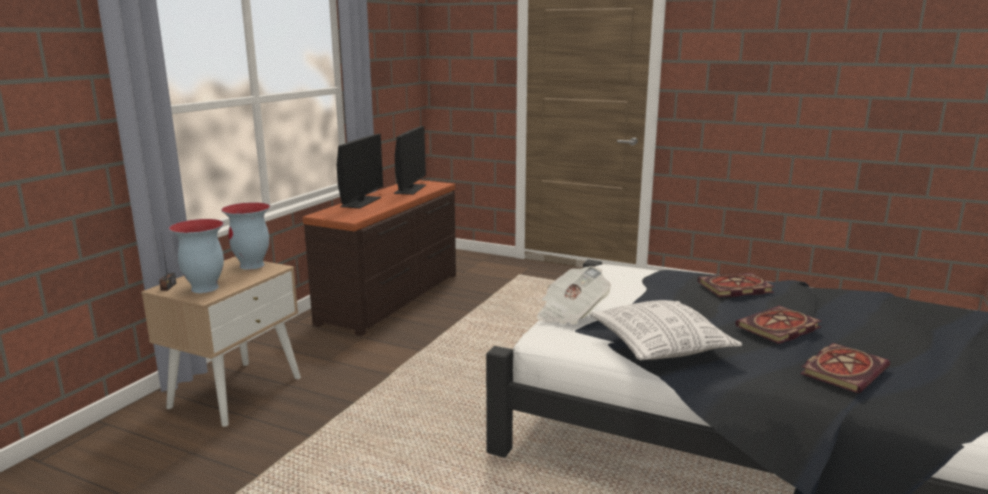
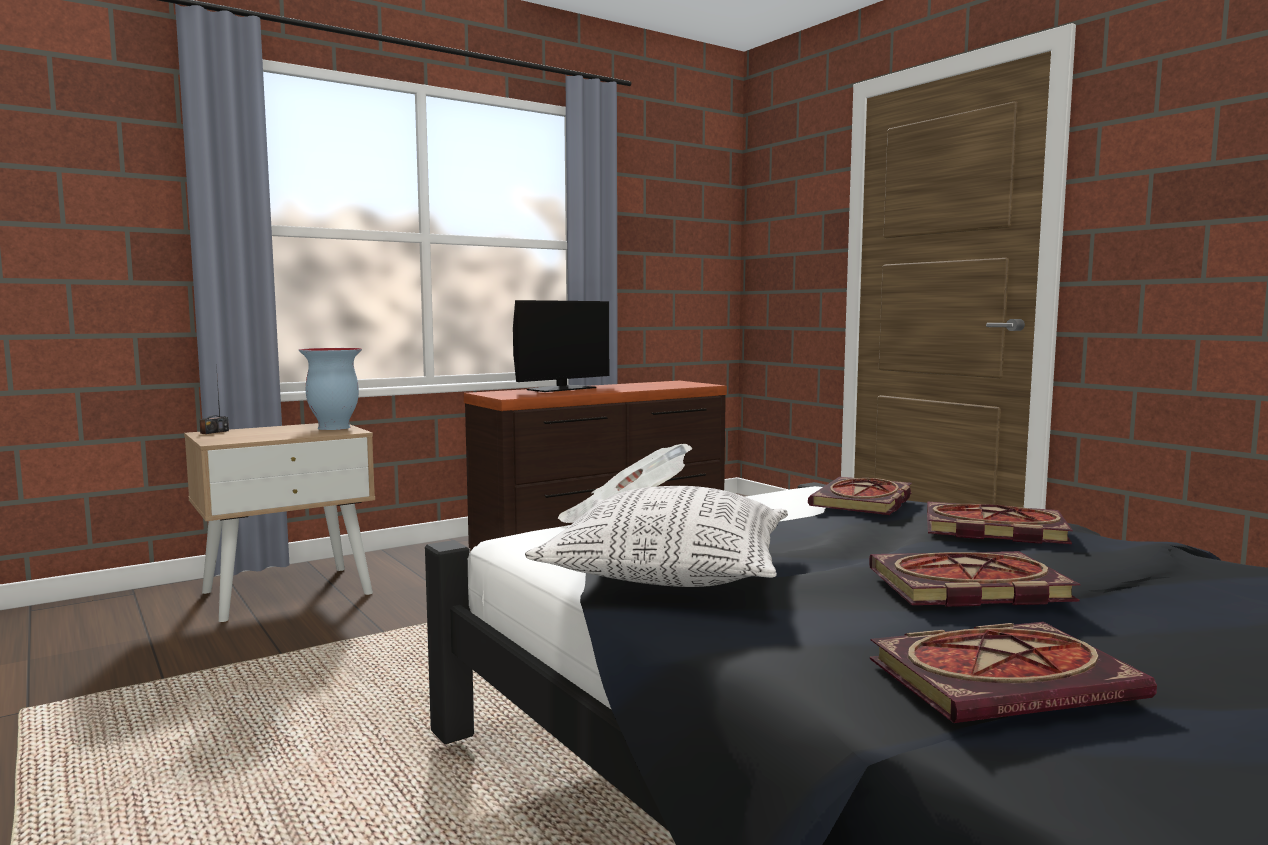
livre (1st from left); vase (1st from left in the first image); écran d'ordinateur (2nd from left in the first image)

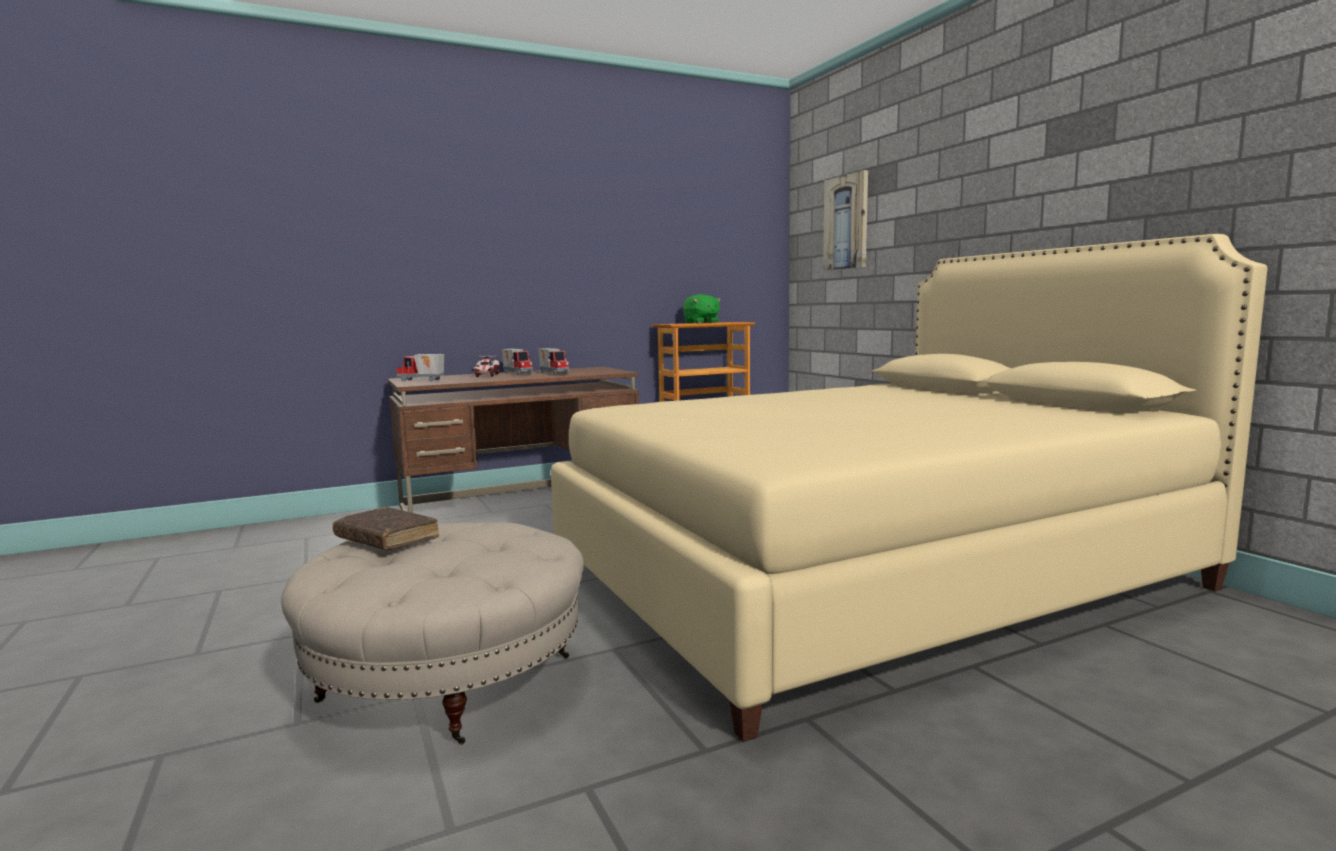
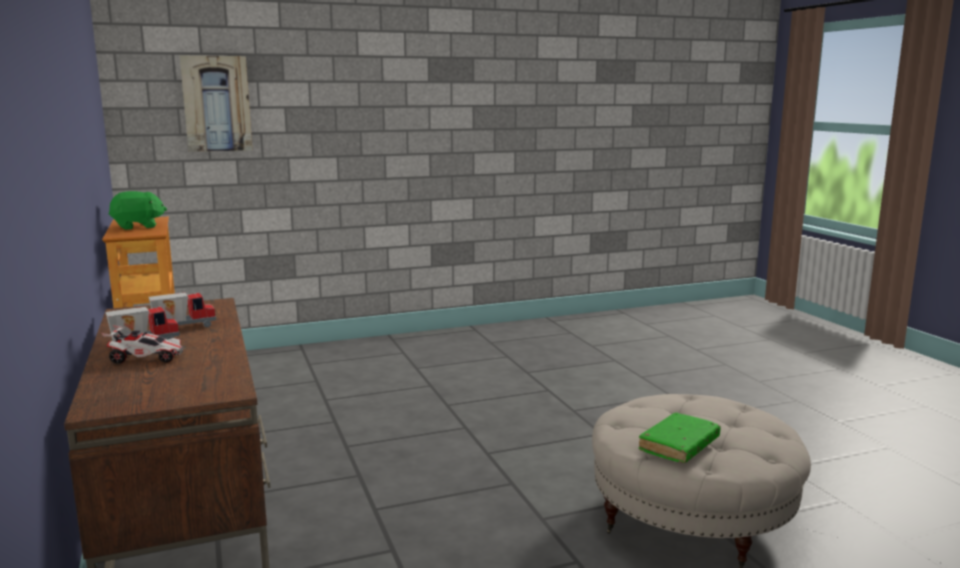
livre/vert; camion jouet (1st from left in the first image); lit/beige

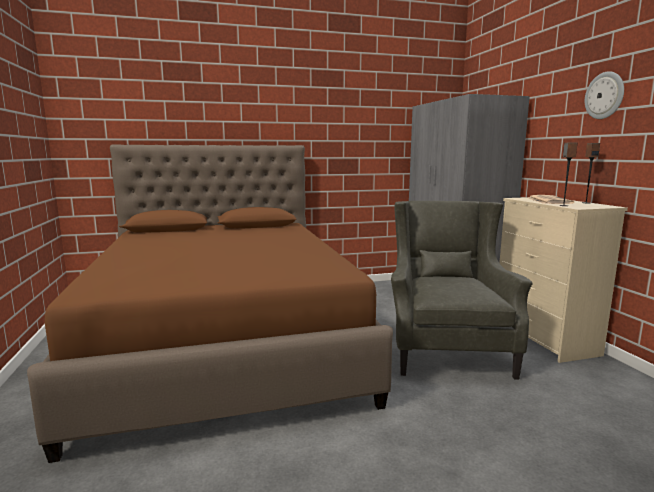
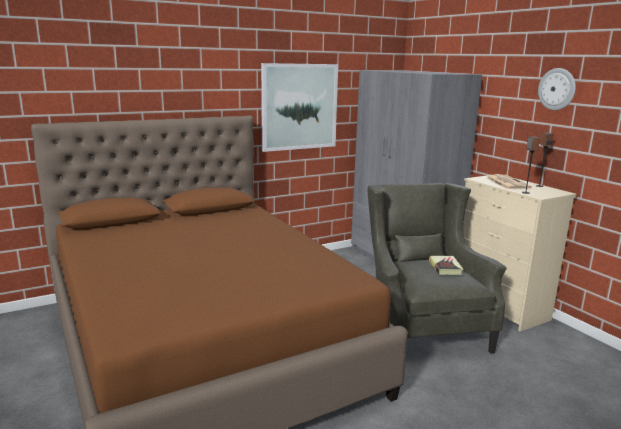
tableau; livre

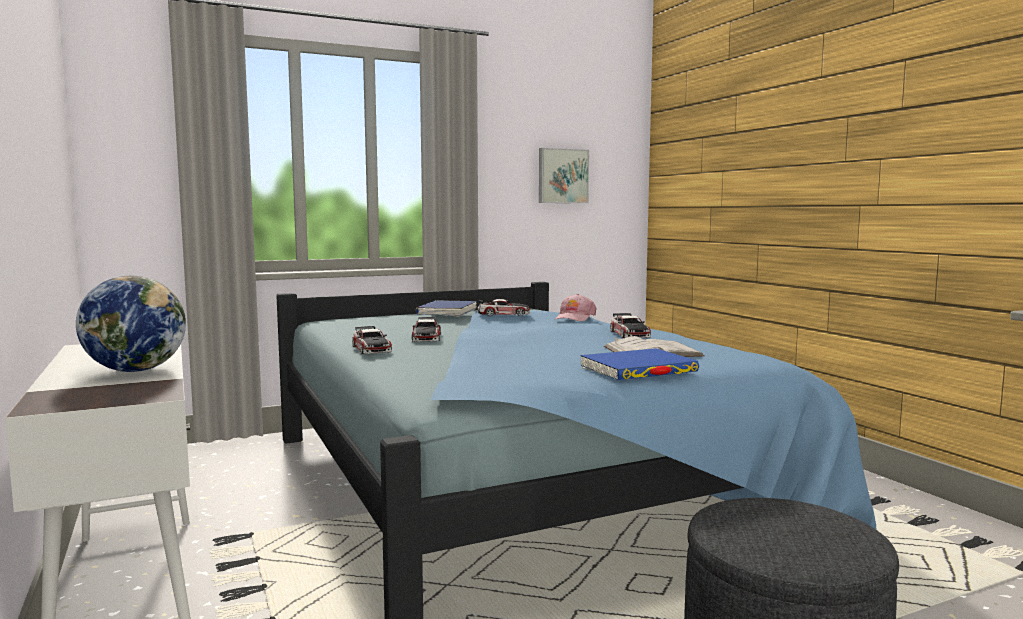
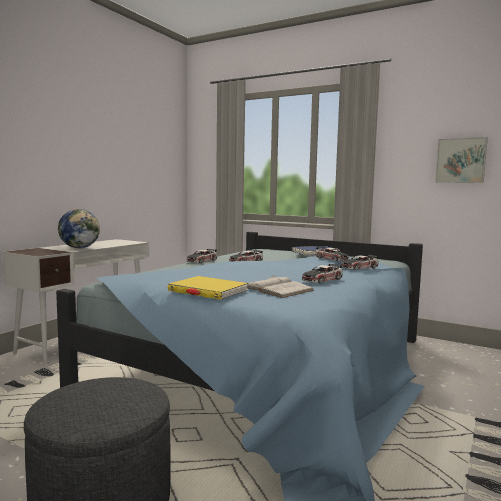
livre/jaune; petite voiture (5th from left)

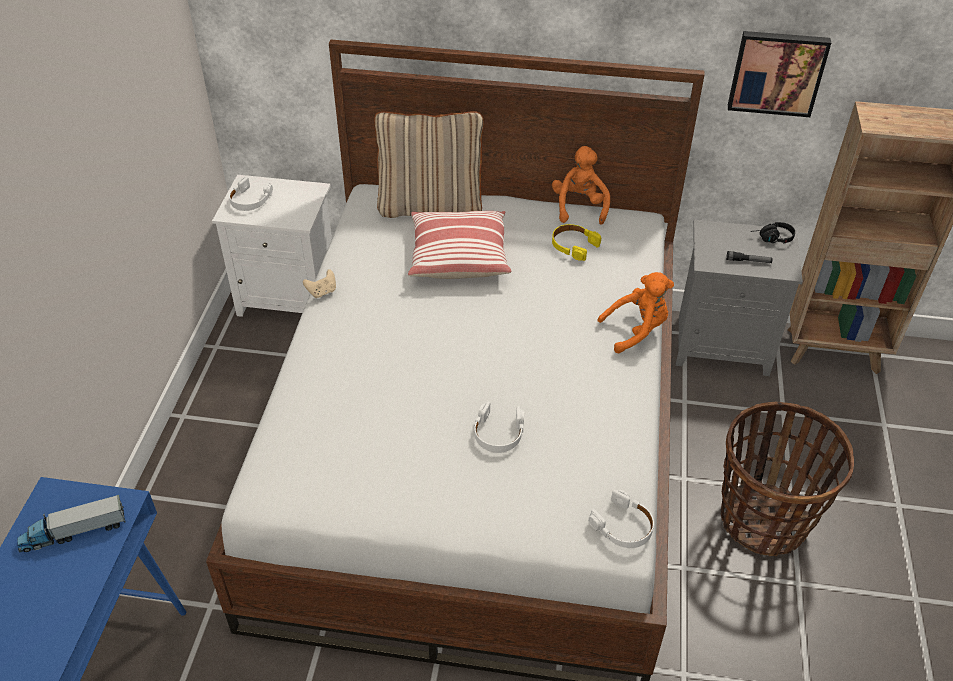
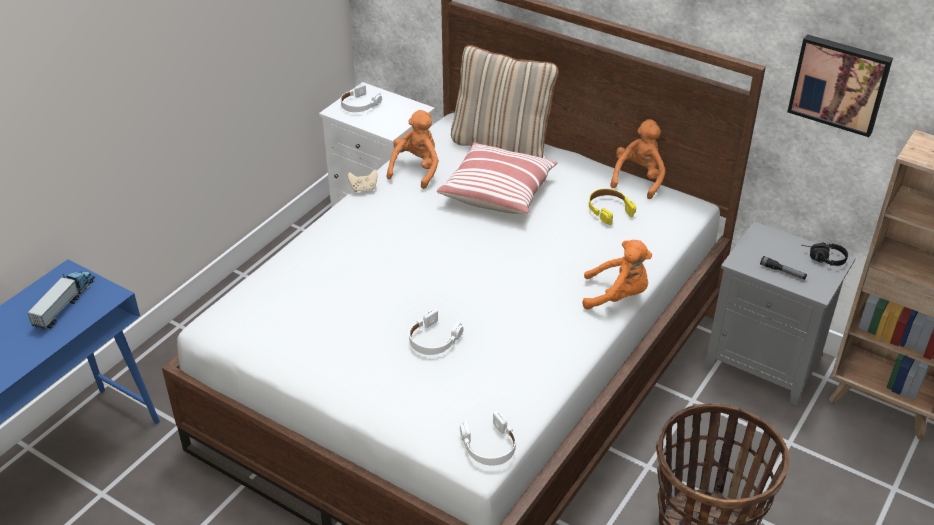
camion jouet; peluche/orange (1st from left)

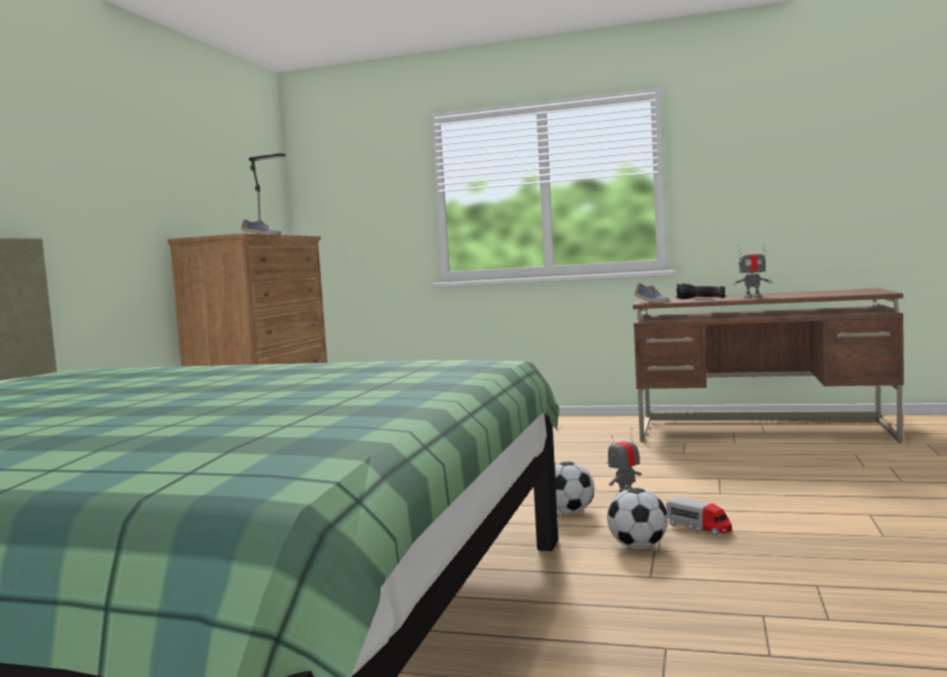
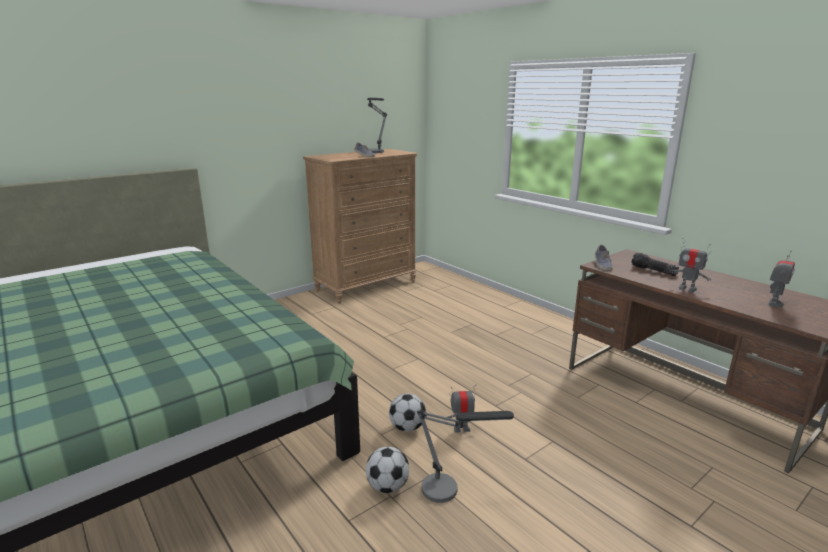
lampe de table (2nd from left); robot jouet (3rd from left)

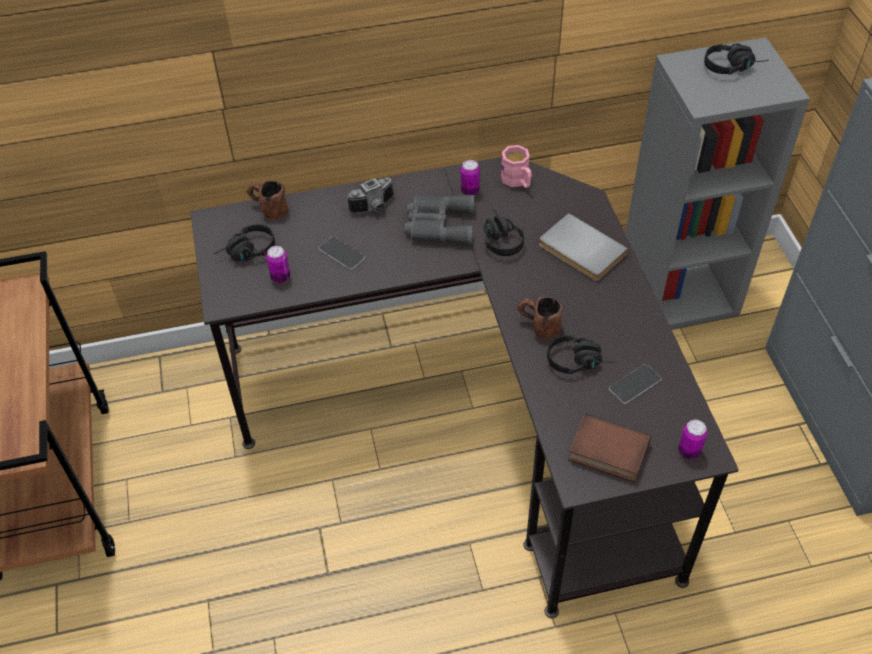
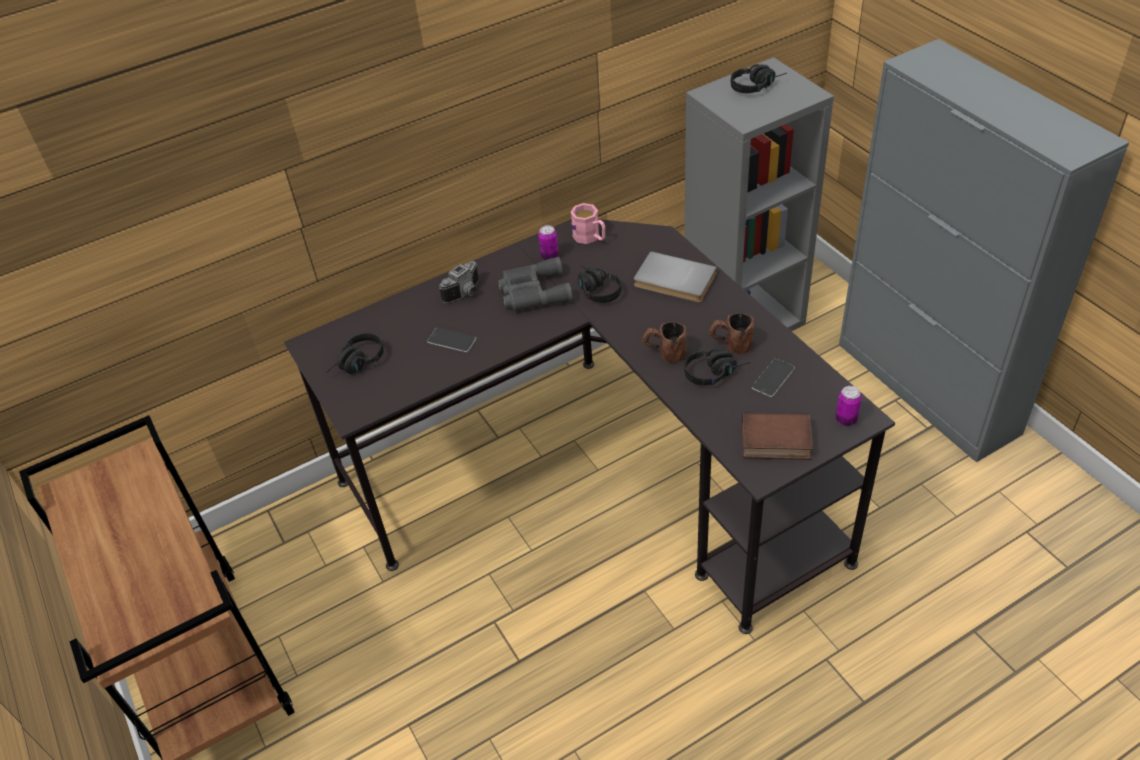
mug/marron (2nd from left); boîte métallique (1st from left in the first image)

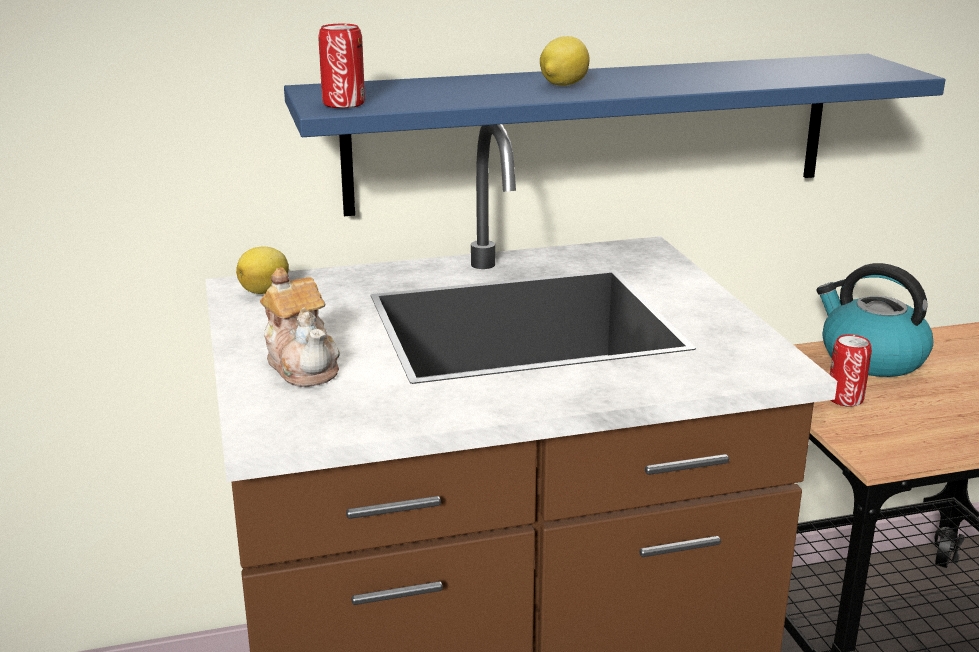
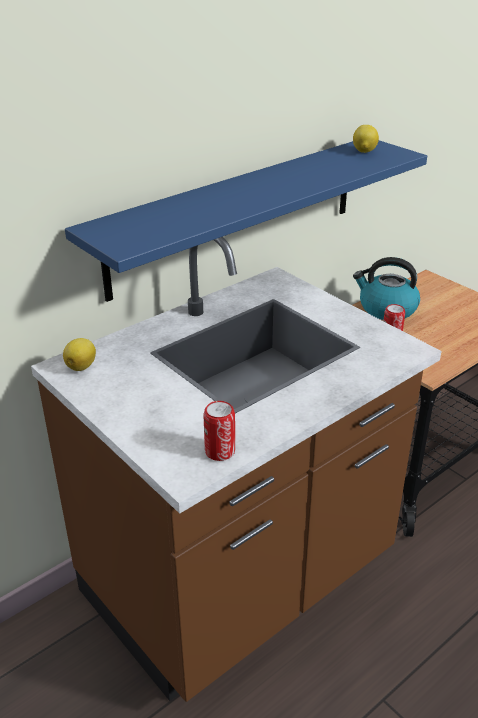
boîte métallique (1st from left); citron (2nd from left); théière

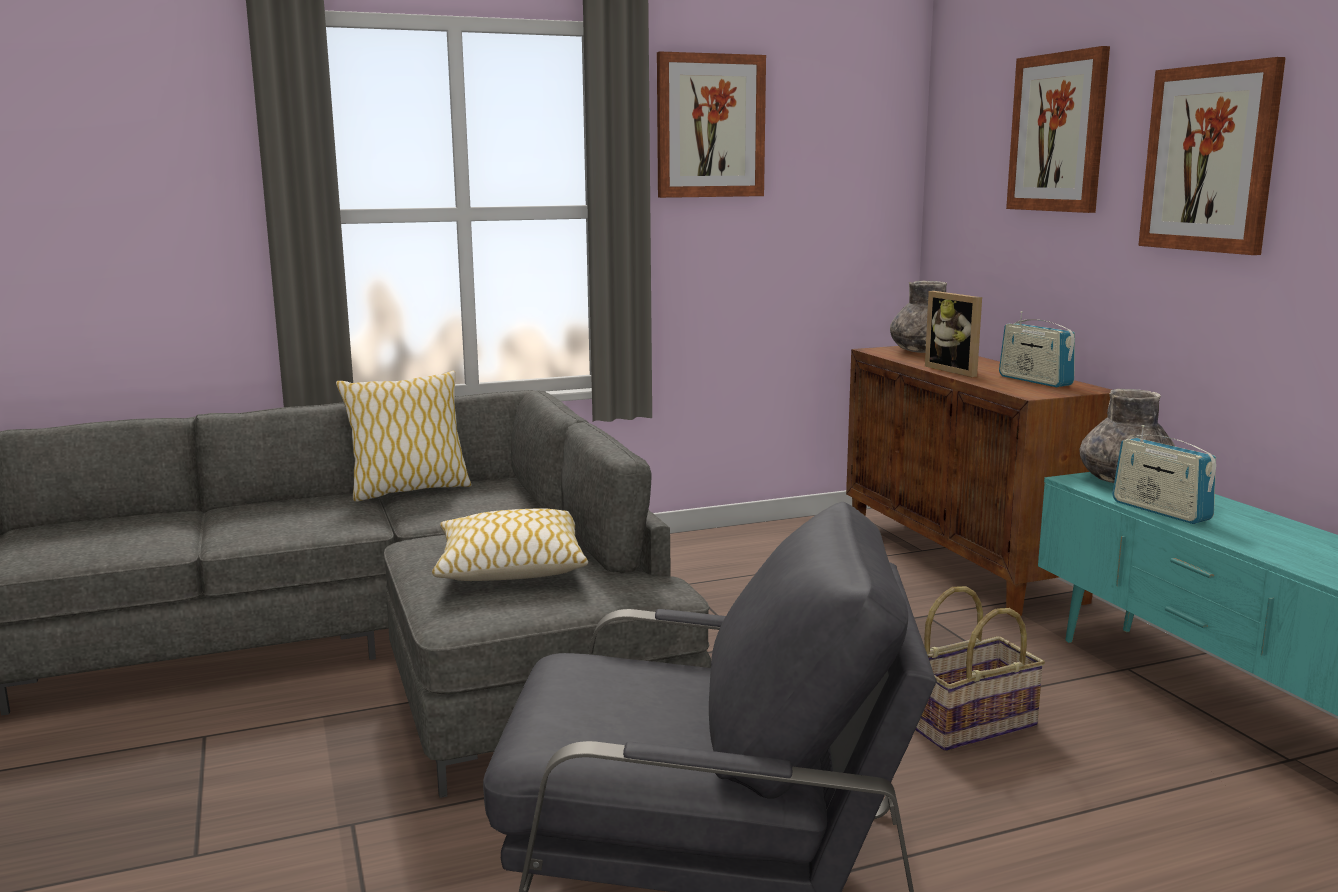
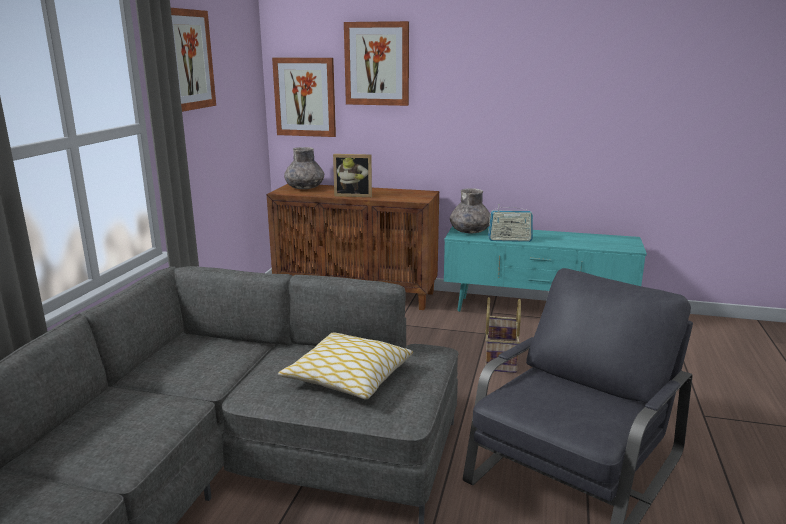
tableau (2nd from left); coussin (1st from left in the first image); radio (1st from left in the first image)

